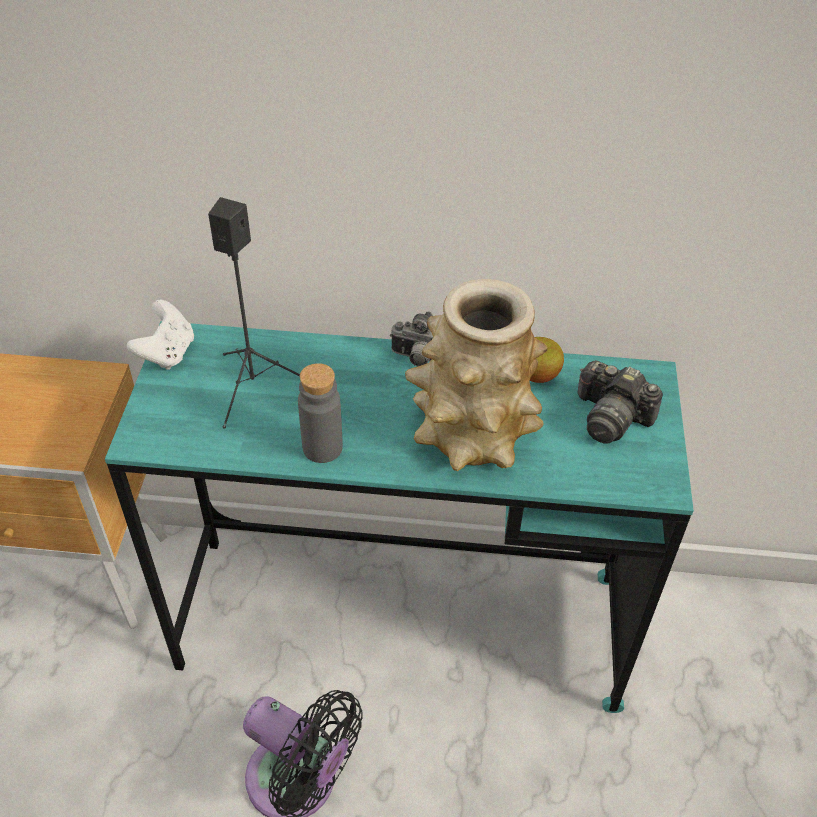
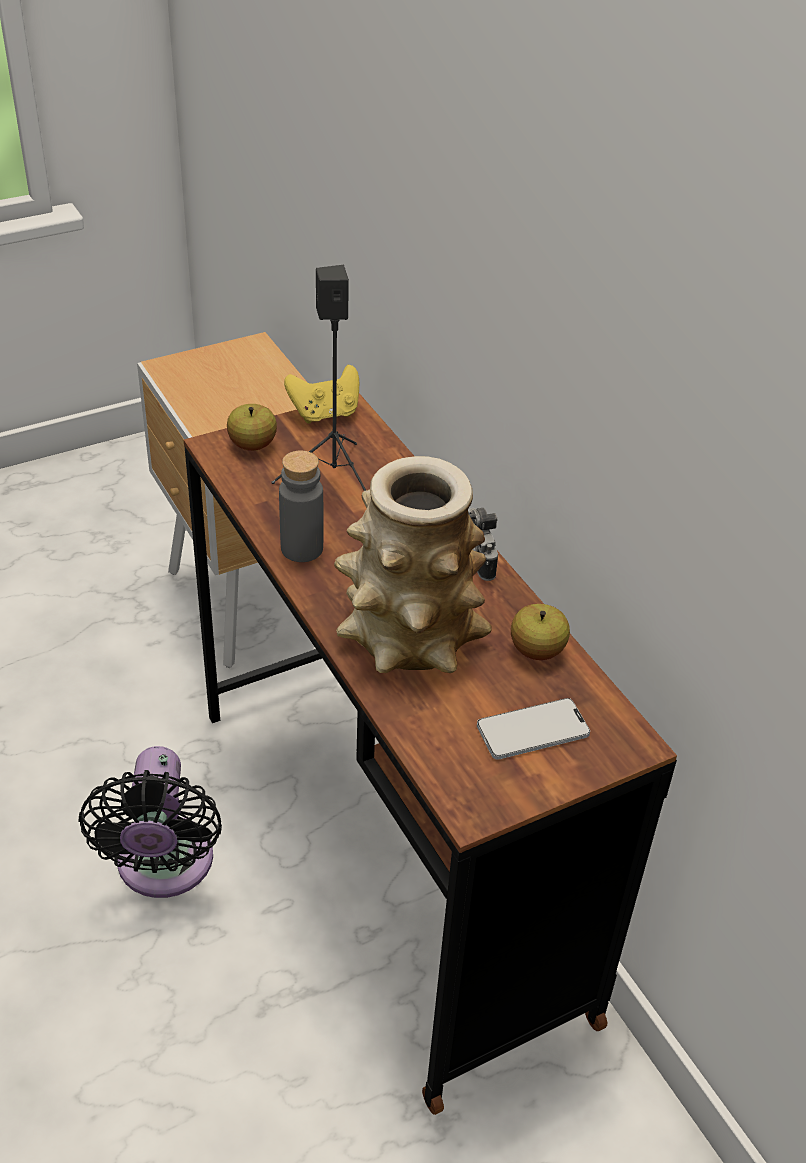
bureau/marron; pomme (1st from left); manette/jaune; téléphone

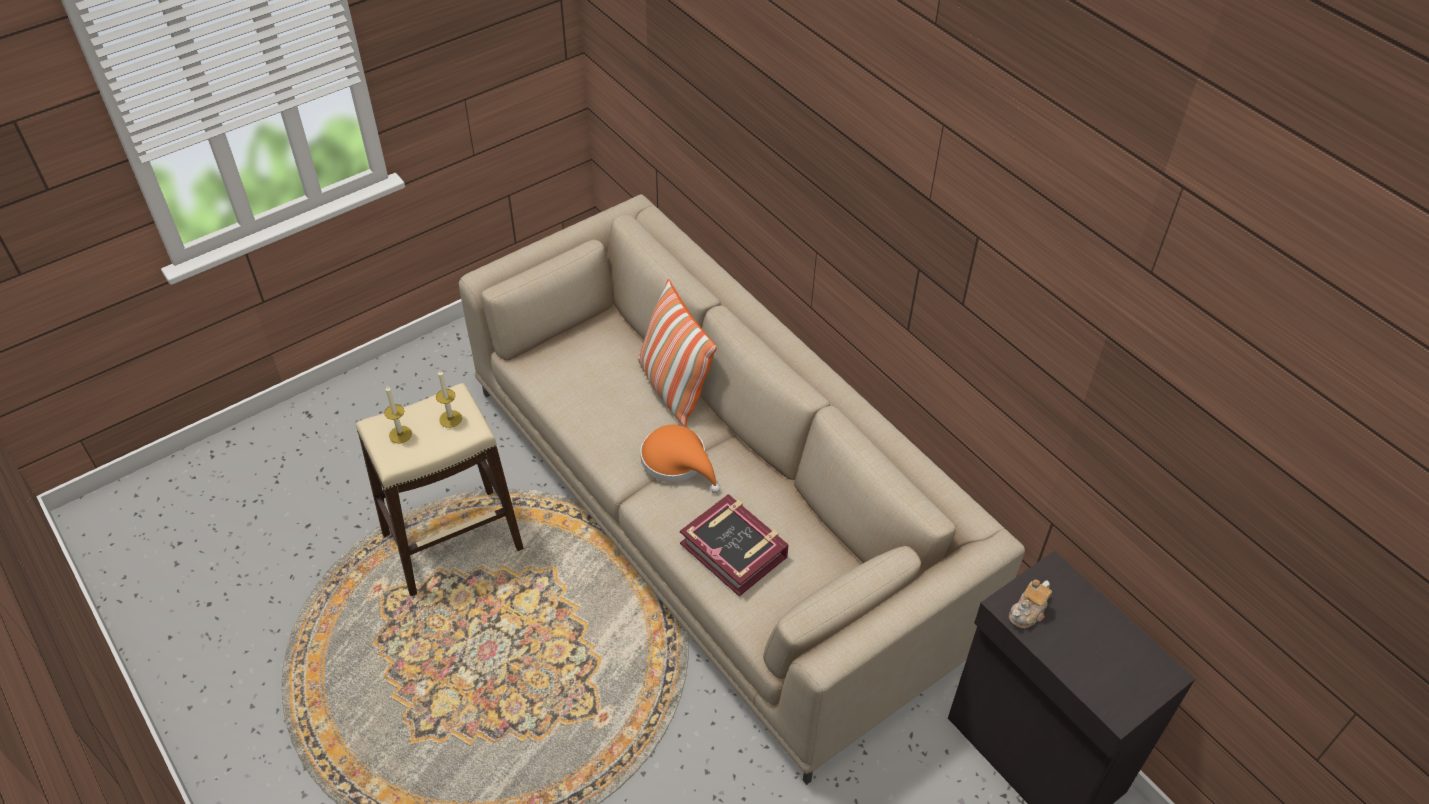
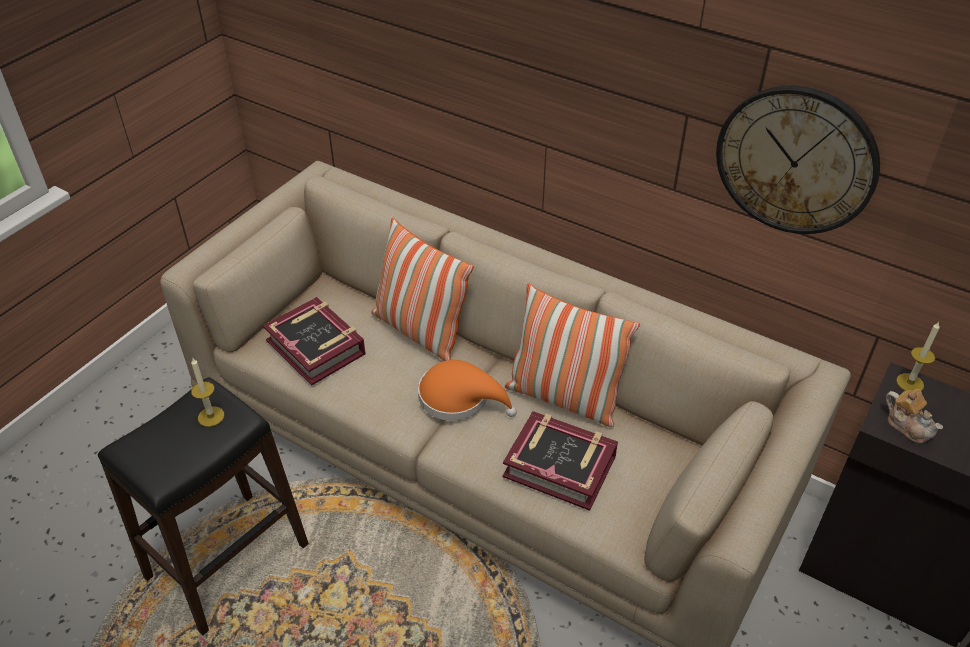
tabouret/noir; livre (1st from left); coussin (2nd from left); horloge murale; théière; bougie (2nd from left)

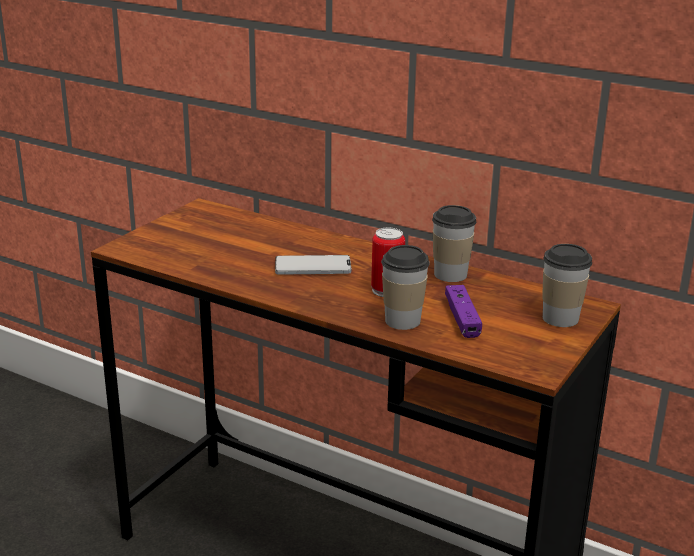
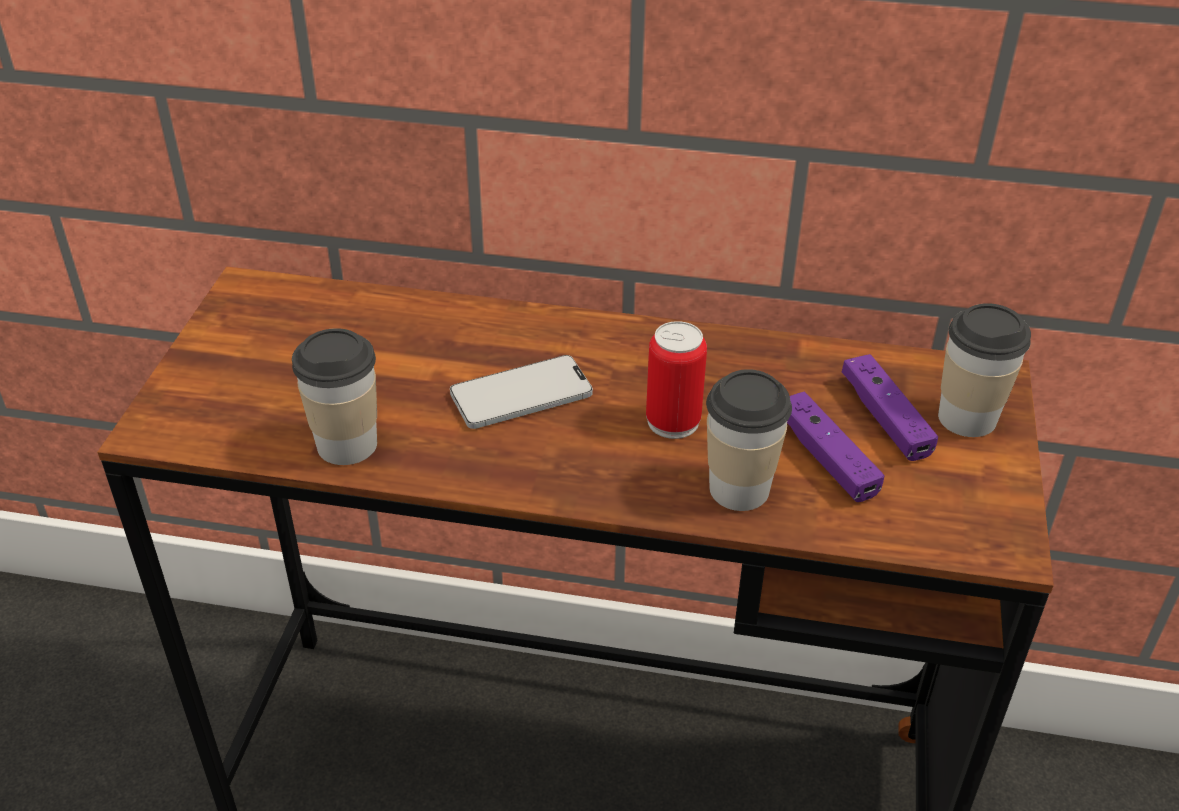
tasse (1st from left); manette/violet (2nd from left)

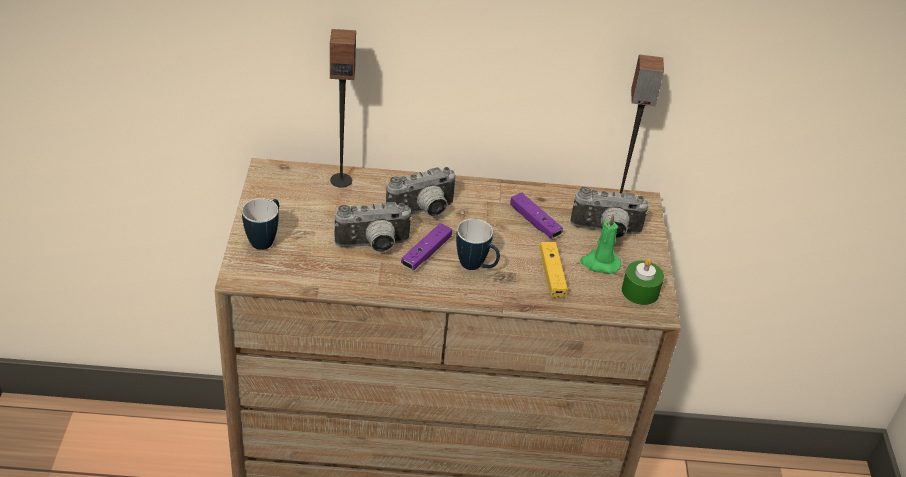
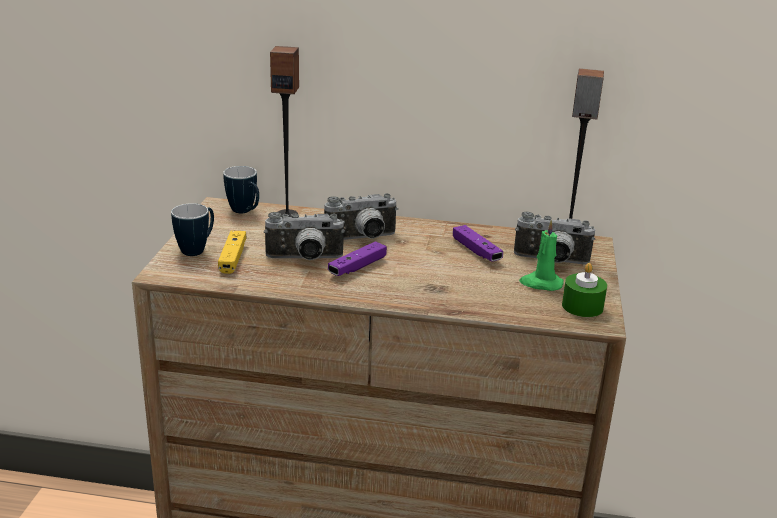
manette/jaune; mug (2nd from left)

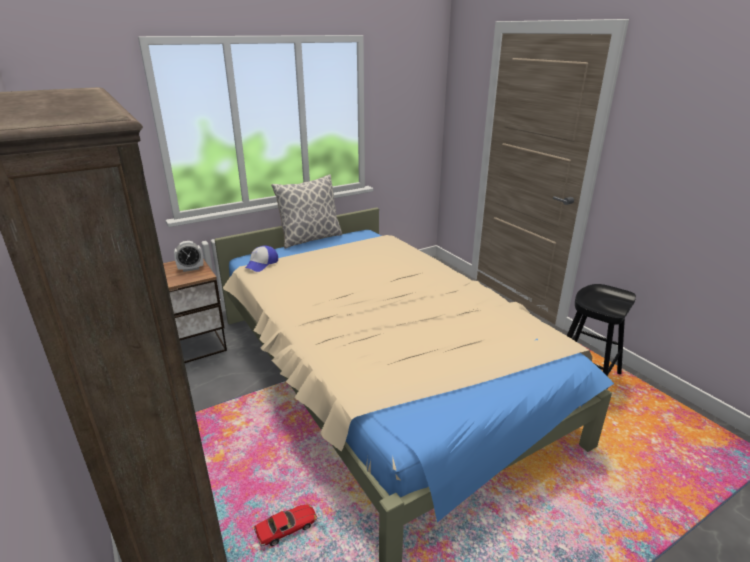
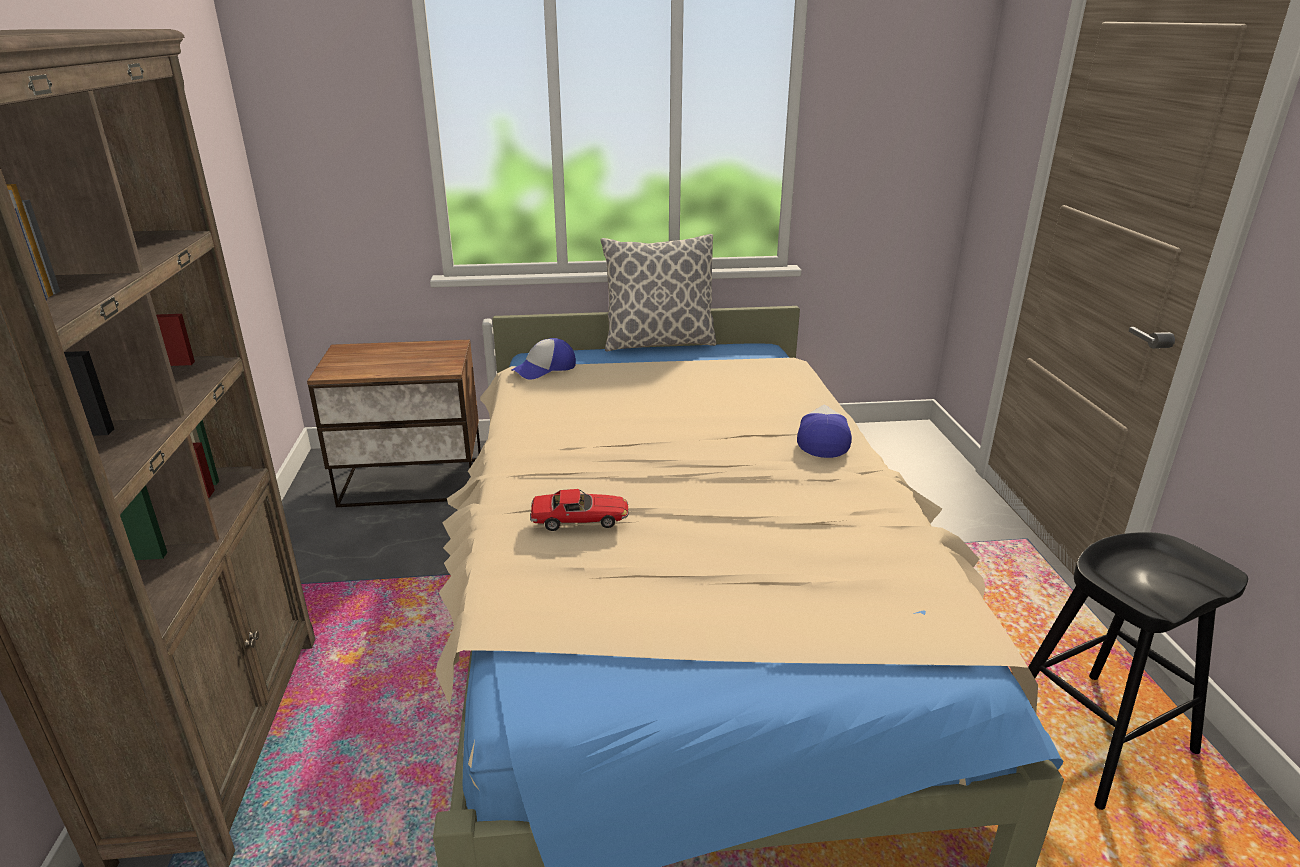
petite voiture; casquette (2nd from left); réveil

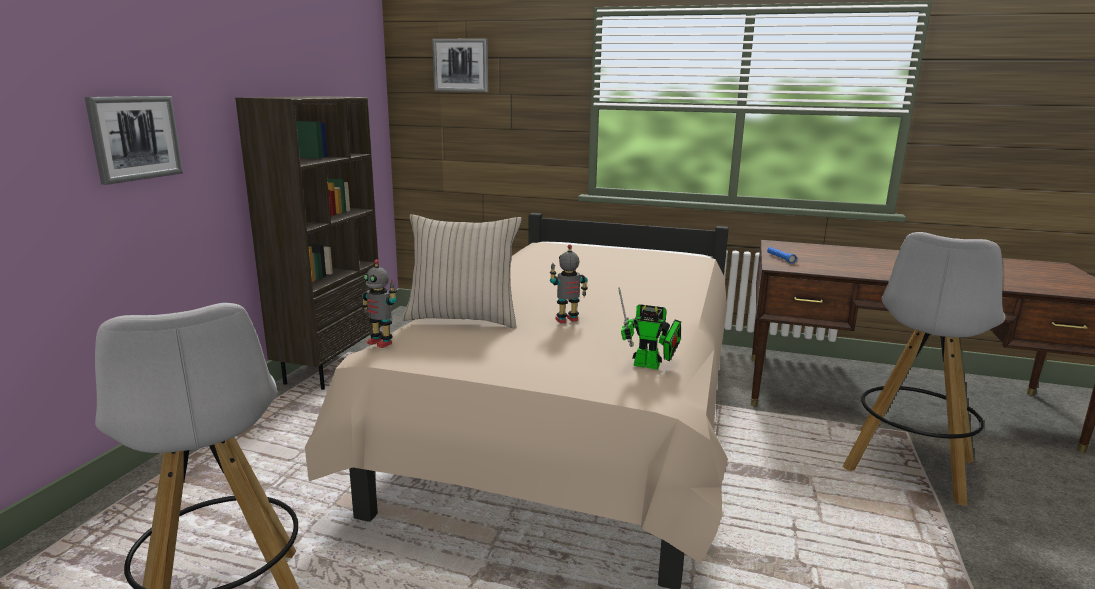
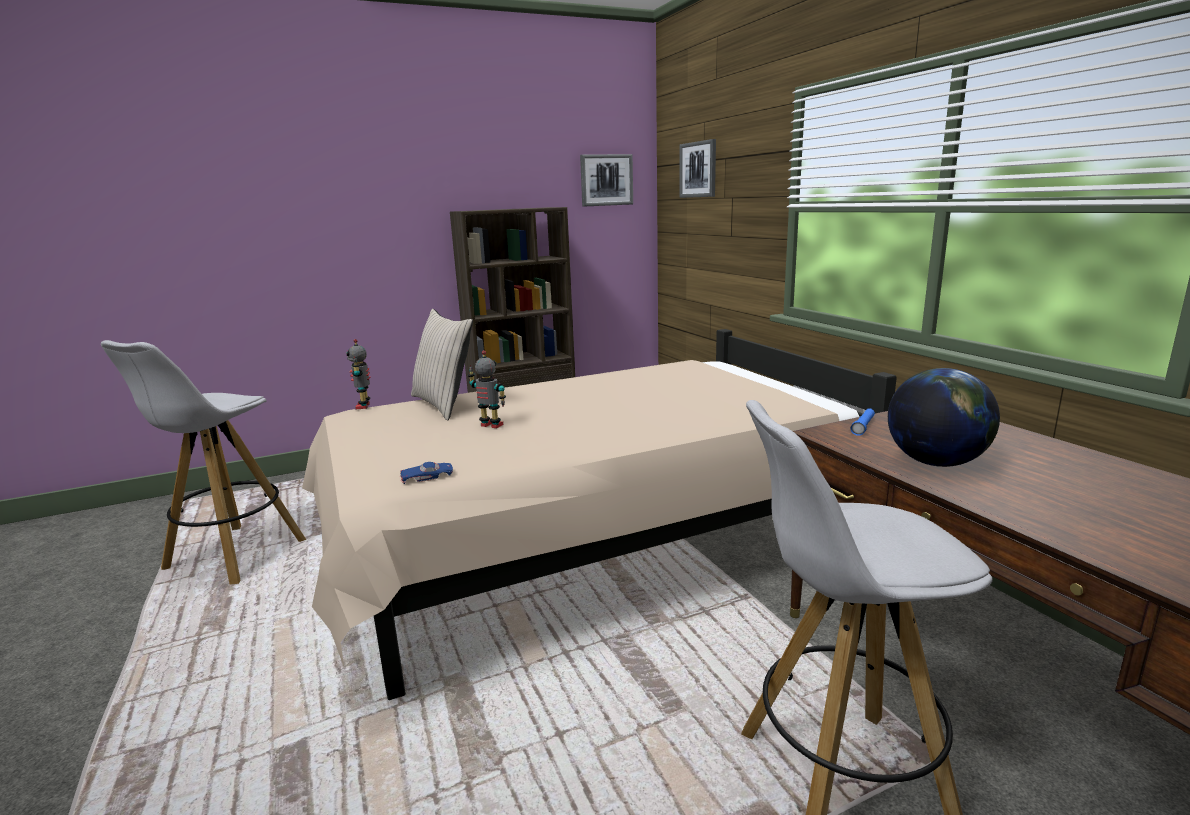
petite voiture/bleu; tableau (1st from left); globe

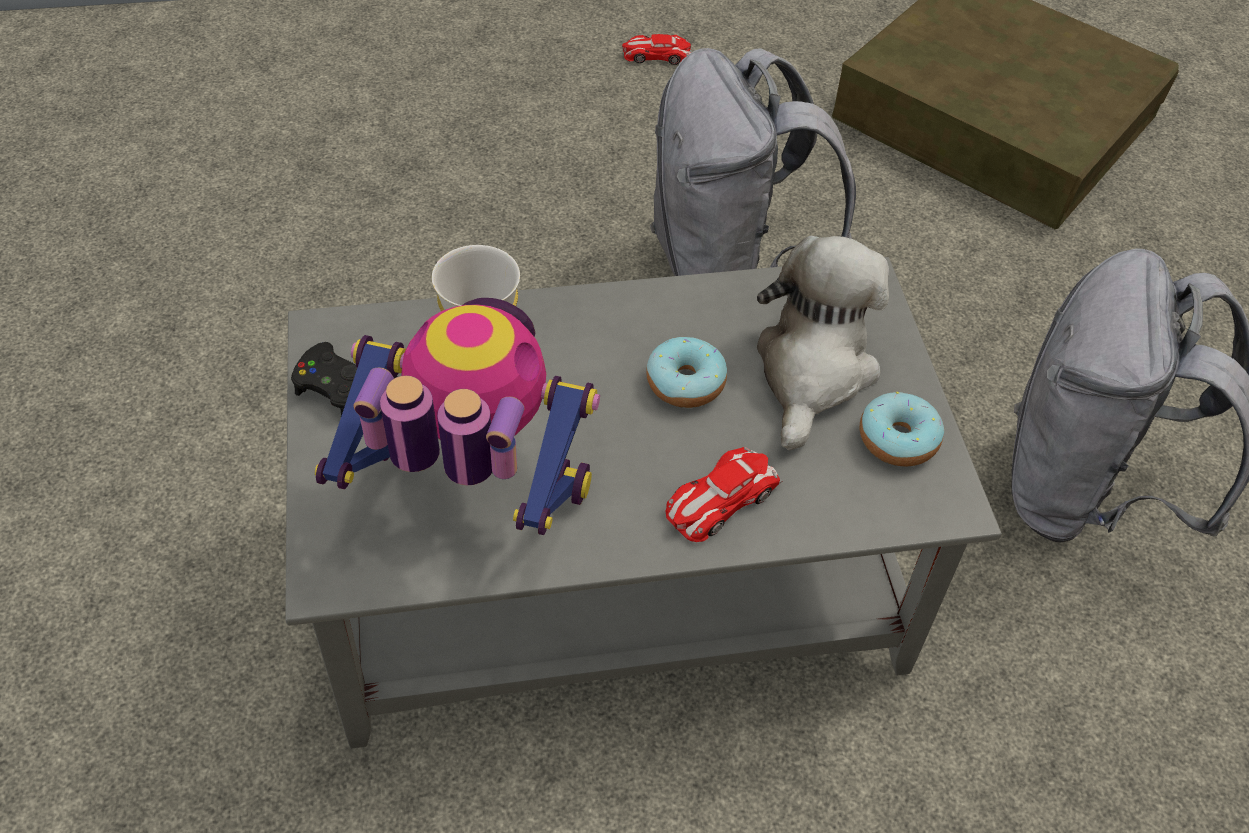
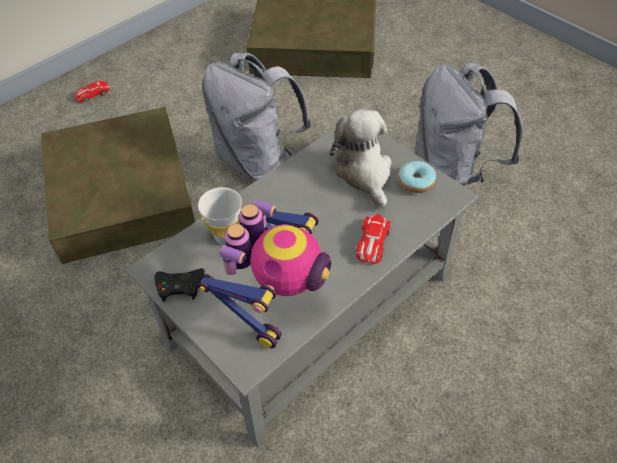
boîte de rangement/marron (1st from left); petite voiture (1st from left); robot jouet; beignet (1st from left in the first image)

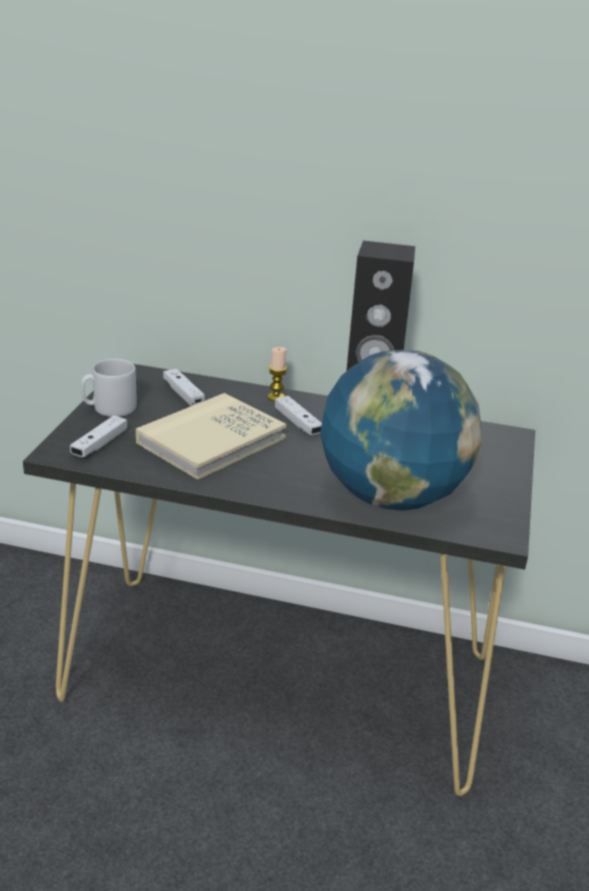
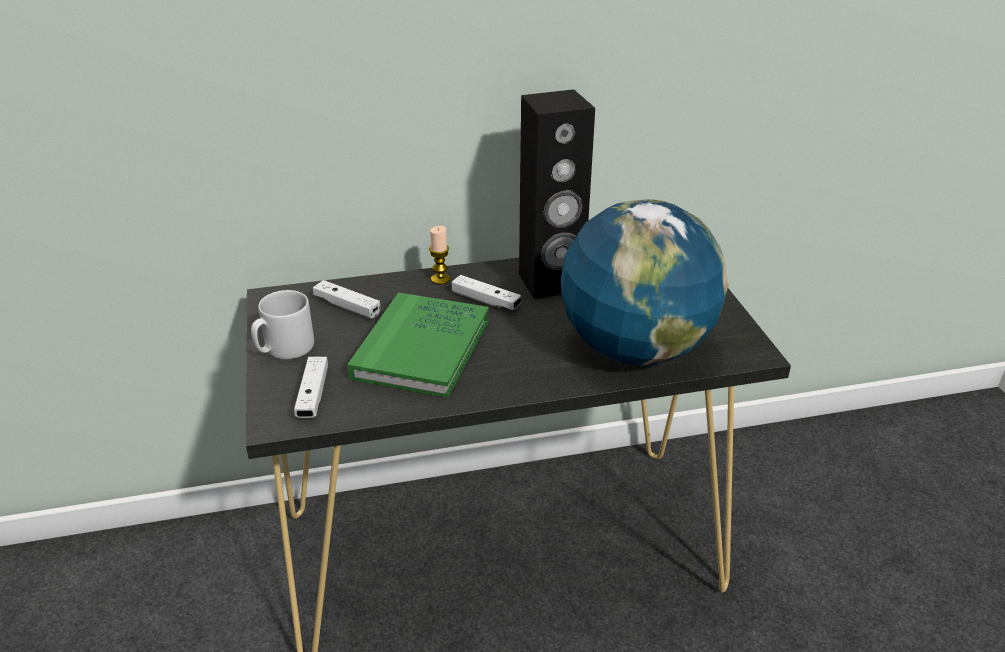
livre/vert

